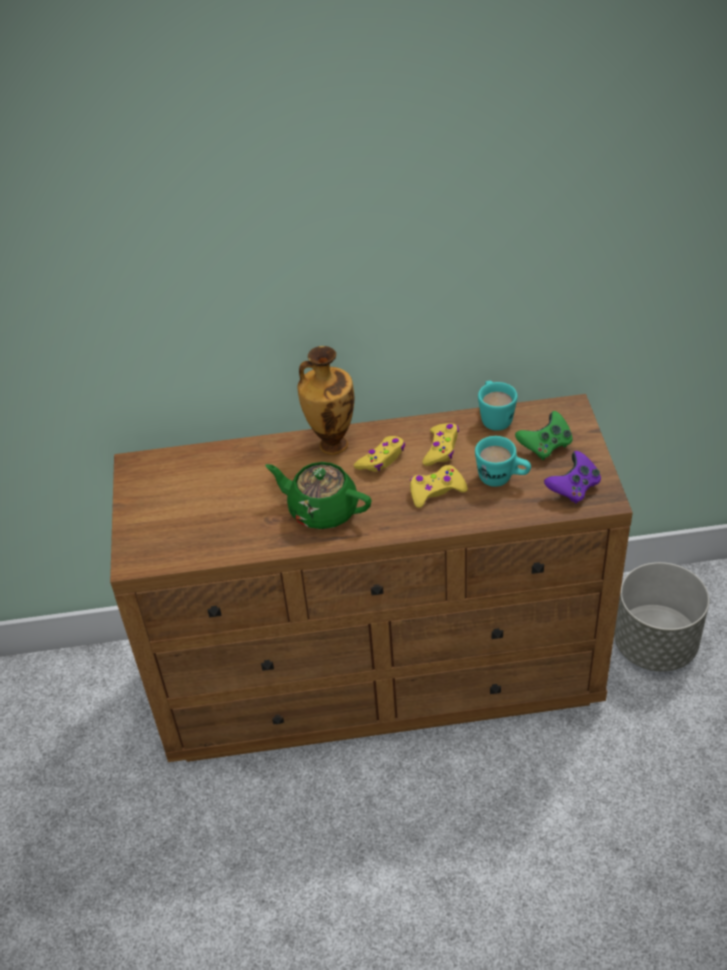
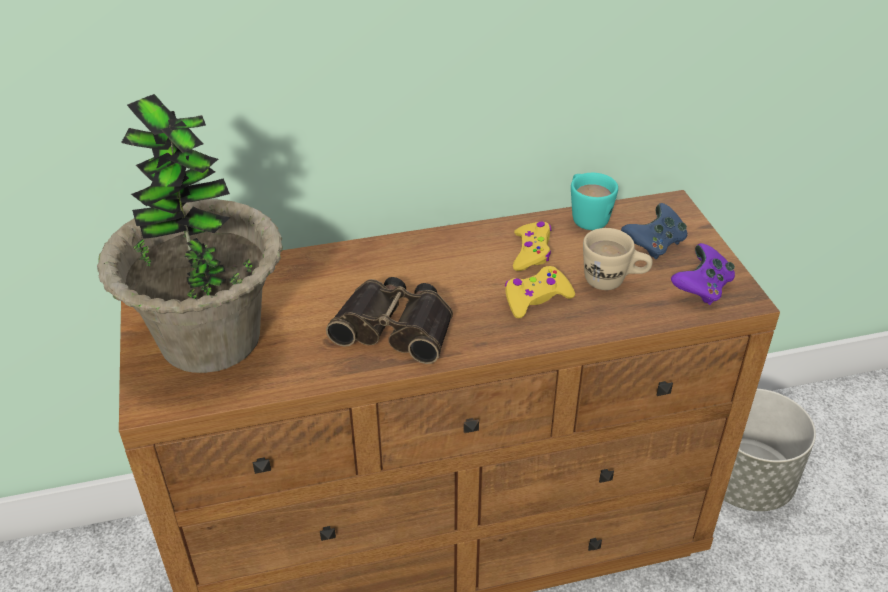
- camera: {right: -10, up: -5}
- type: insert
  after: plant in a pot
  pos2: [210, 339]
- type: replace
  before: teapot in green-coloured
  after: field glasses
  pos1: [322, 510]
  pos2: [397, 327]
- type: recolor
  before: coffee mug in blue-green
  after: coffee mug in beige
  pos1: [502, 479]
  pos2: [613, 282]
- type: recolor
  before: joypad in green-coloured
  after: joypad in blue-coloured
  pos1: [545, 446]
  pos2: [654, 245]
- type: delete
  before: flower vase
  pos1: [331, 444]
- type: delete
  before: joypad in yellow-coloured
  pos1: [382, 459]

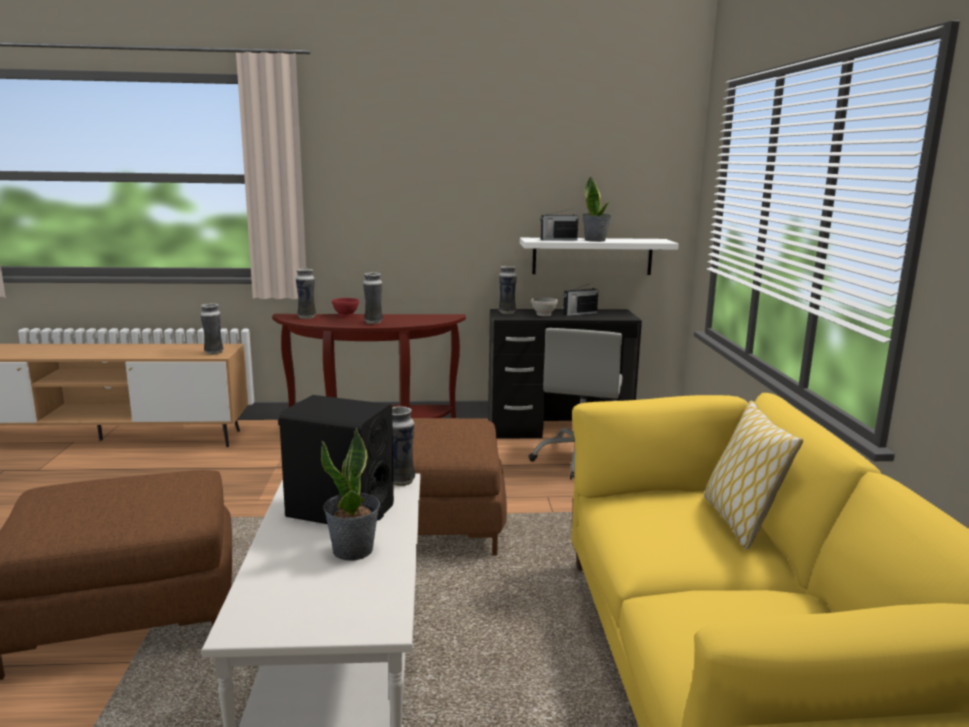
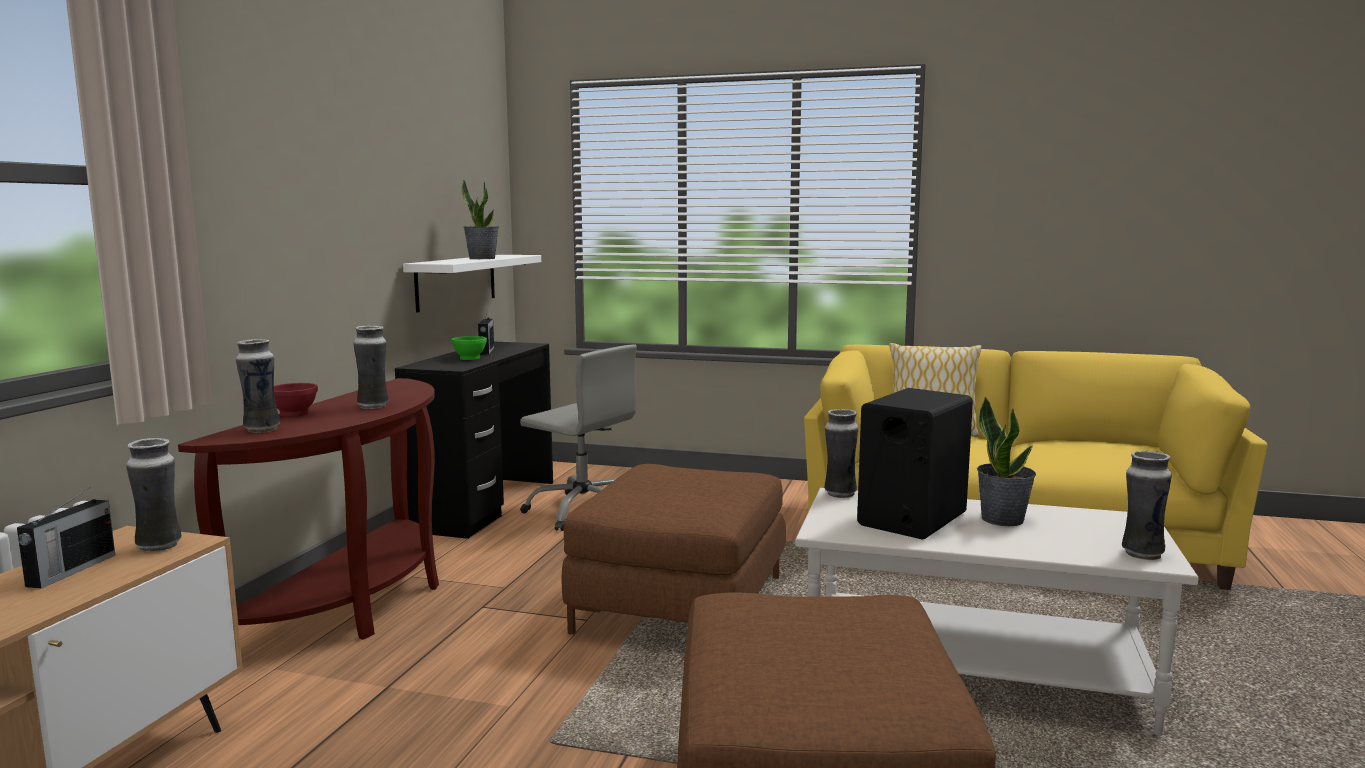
- camera: {right: -70, up: -5}
- type: move
  before: radio set
  pos1: [558, 240]
  pos2: [70, 571]
- type: recolor
  before: serving bowl in white-coloured
  after: serving bowl in green-coloured
  pos1: [544, 315]
  pos2: [470, 358]
- type: move
  before: flower vase
  pos1: [507, 312]
  pos2: [1141, 554]

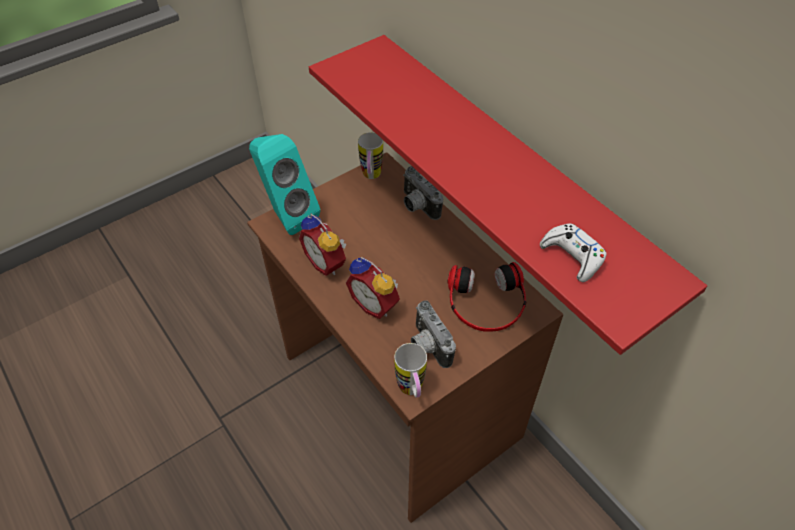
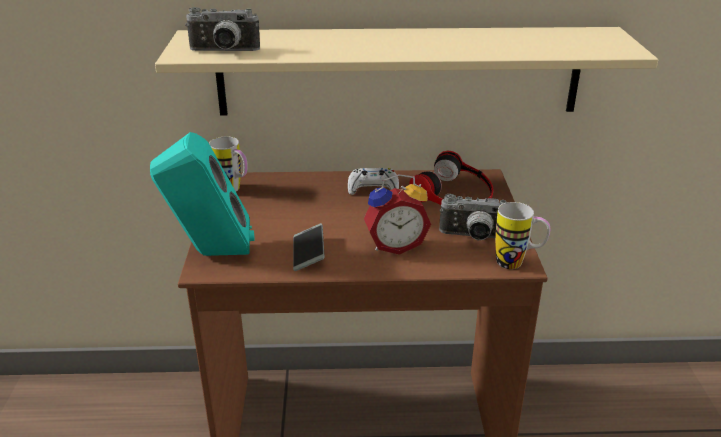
- camera: {right: -55, up: -20}
- type: recolor
  before: wall shelf in reddish
  after: wall shelf in beige
  pos1: [512, 172]
  pos2: [398, 71]
- type: move
  before: photo camera
  pos1: [417, 206]
  pos2: [224, 52]
- type: replace
  before: bedside clock
  after: phone
  pos1: [327, 262]
  pos2: [308, 253]
- type: move
  before: joypad in white-coloured
  pos1: [572, 256]
  pos2: [373, 188]

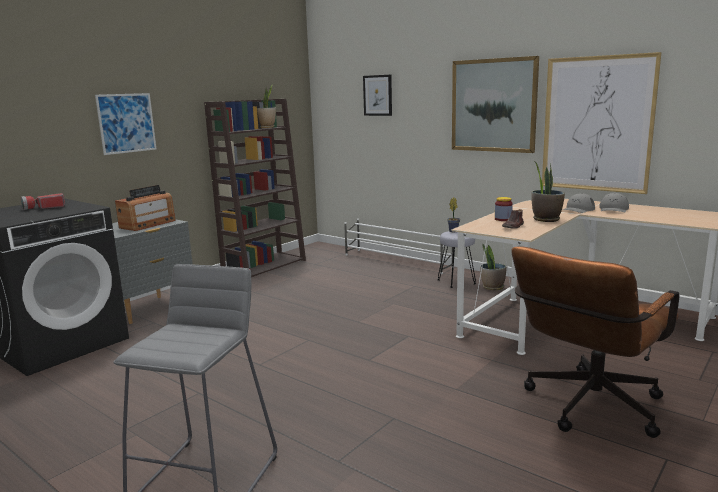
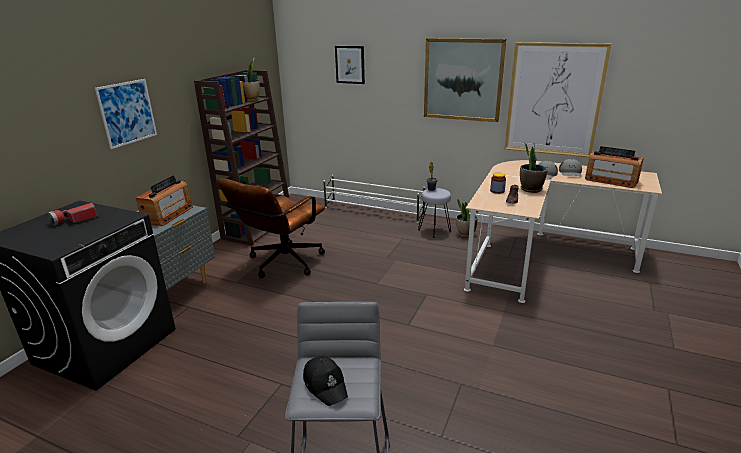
- camera: {right: -15, up: 10}
- type: move
  before: computer chair in brownish
  pos1: [587, 409]
  pos2: [281, 264]
- type: insert
  after: baseball cap in black-coloured
  pos2: [325, 384]
- type: insert
  after: radio set
  pos2: [611, 180]

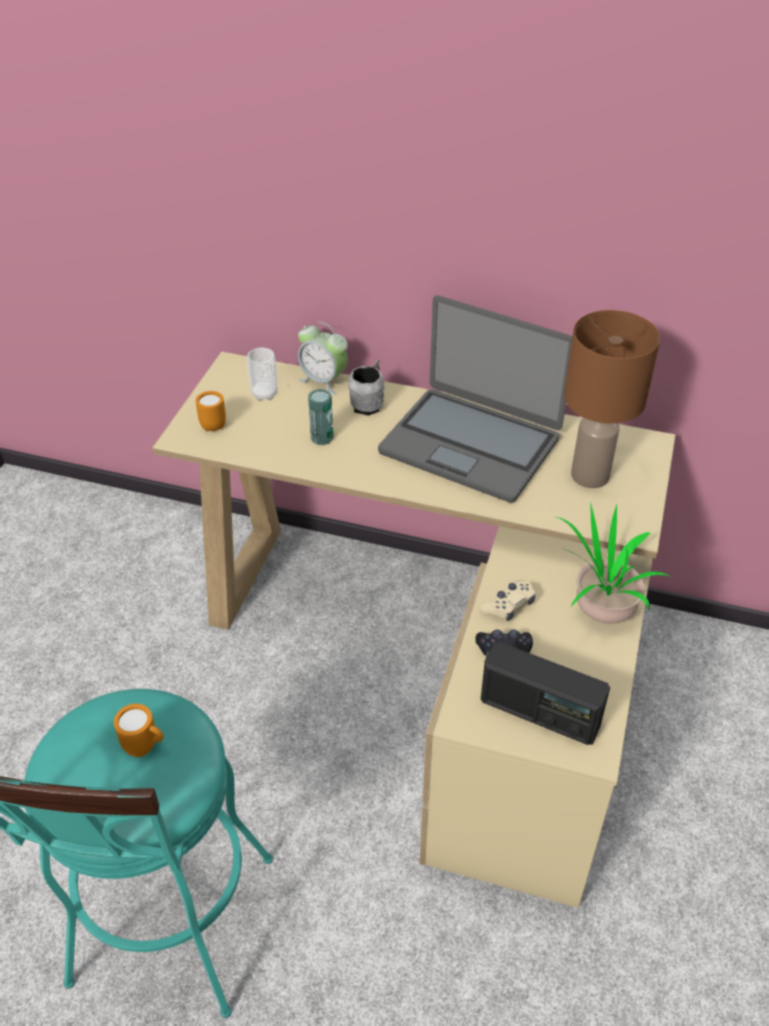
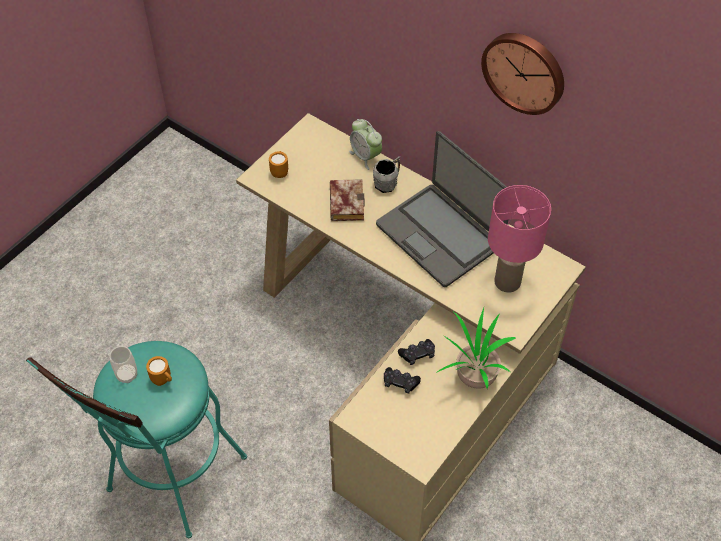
- camera: {right: 20, up: 10}
- type: move
  before: cup
  pos1: [264, 394]
  pos2: [127, 375]
- type: replace
  before: can
  after: bound book
  pos1: [322, 438]
  pos2: [345, 202]
- type: recolor
  before: joypad in beige
  after: joypad in black-coloured
  pos1: [508, 606]
  pos2: [417, 354]
- type: insert
  after: clock on the wall
  pos2: [525, 71]
- type: recolor
  before: tabletop lamp in brownish
  after: tabletop lamp in pink
  pos1: [590, 474]
  pos2: [508, 281]
- type: delete
  before: radio set
  pos1: [539, 713]

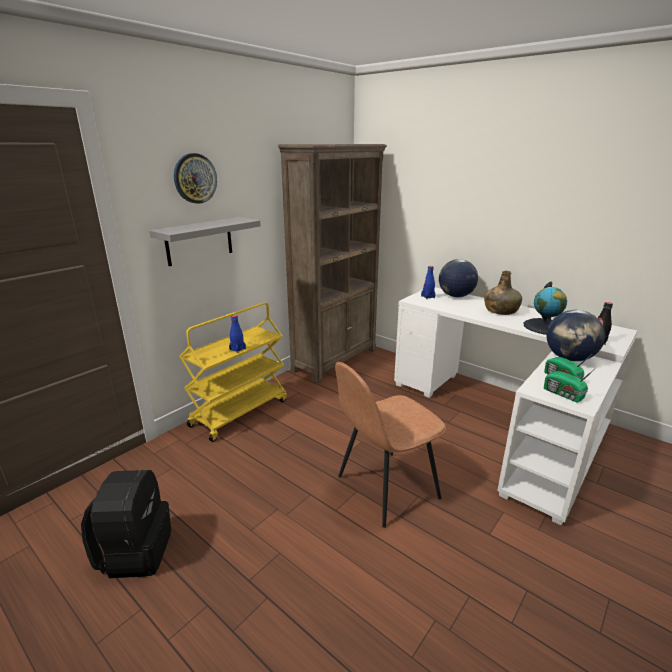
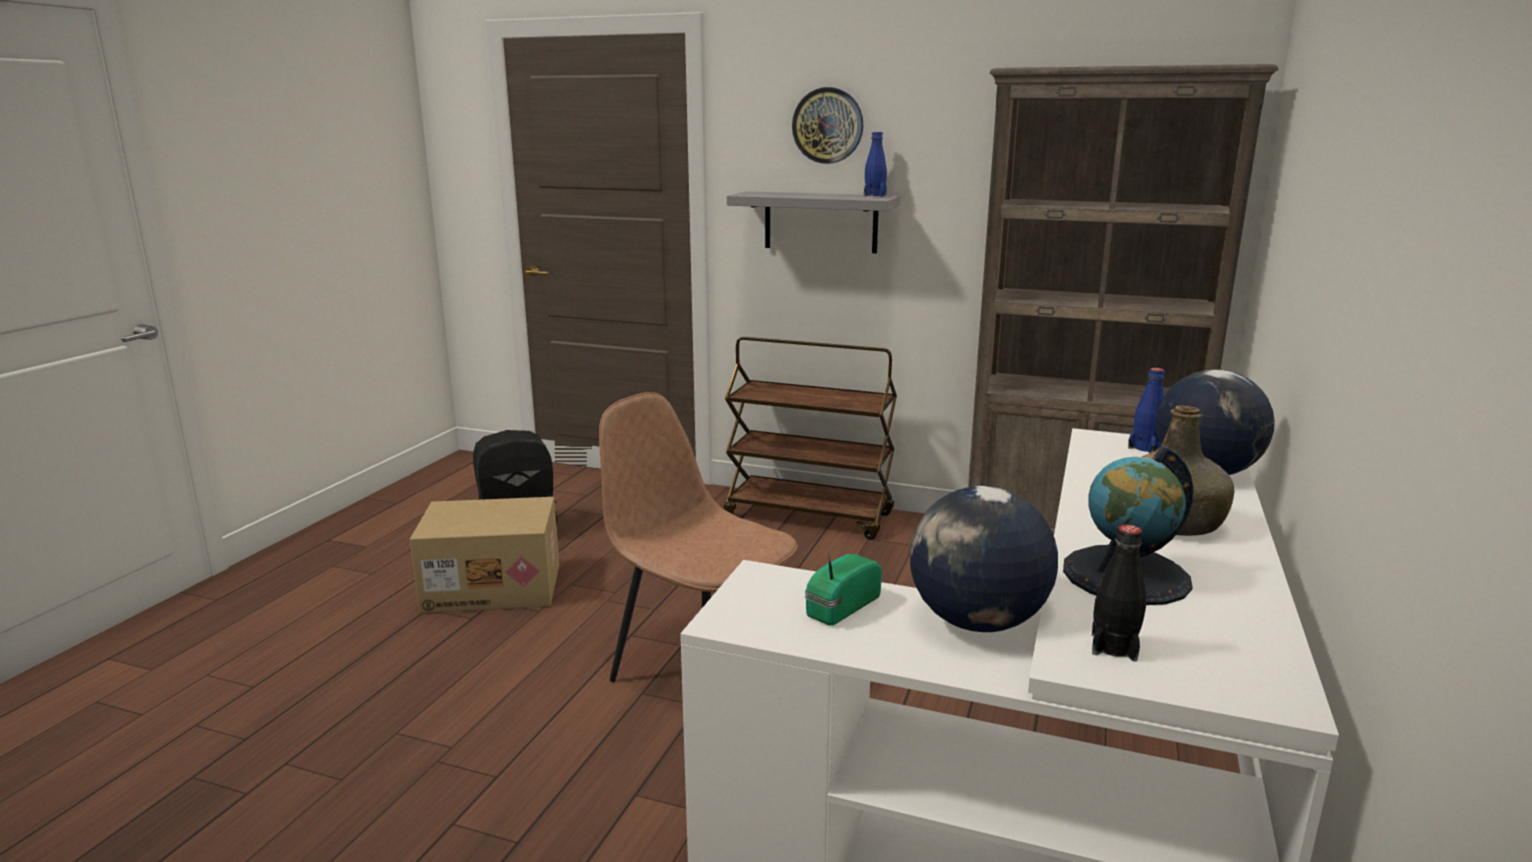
- camera: {right: 70, up: -5}
- type: insert
  after: packing box
  pos2: [494, 586]
- type: recolor
  before: cart in yellow-coloured
  after: cart in brownish
  pos1: [239, 412]
  pos2: [809, 516]
- type: move
  before: beverage bottle in blue-coloured
  pos1: [237, 349]
  pos2: [875, 195]
- type: delete
  before: radio set
  pos1: [564, 394]

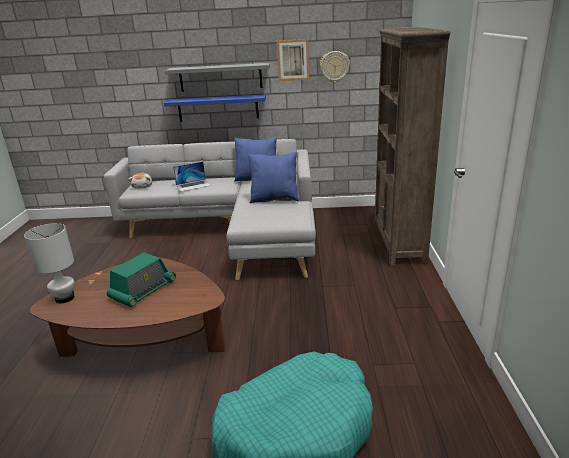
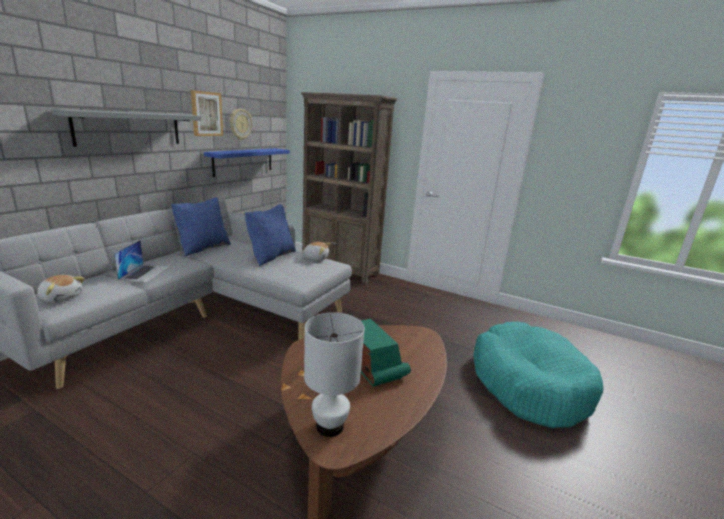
- camera: {right: -65, up: -5}
- type: move
  before: wall shelf in blue-coloured
  pos1: [218, 108]
  pos2: [243, 161]
- type: insert
  after: soft toy
  pos2: [316, 258]

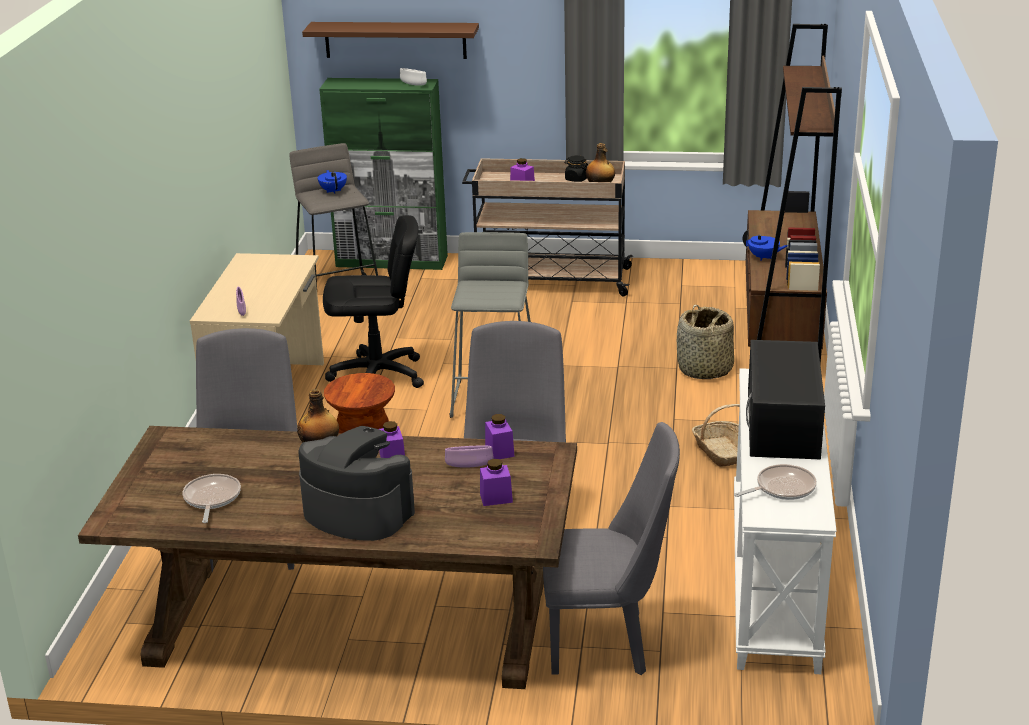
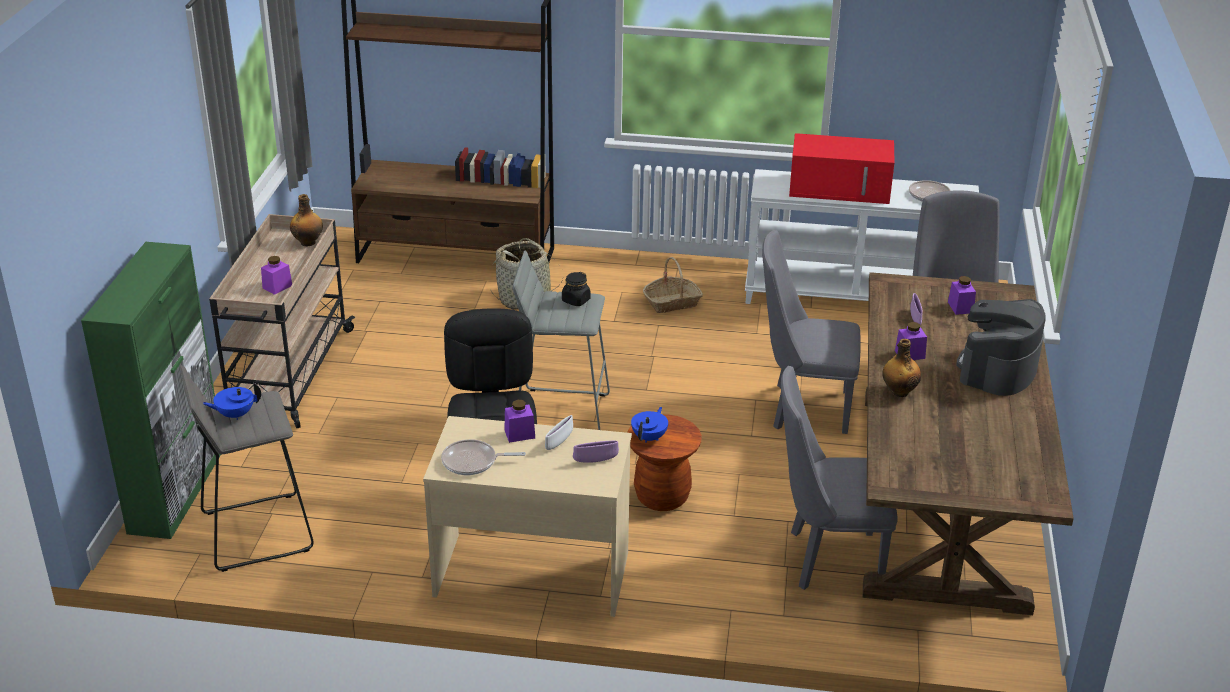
- camera: {right: -90, up: 5}
- type: move
  before: pan
  pos1: [211, 499]
  pos2: [473, 462]
- type: move
  before: preserve jar in purple
  pos1: [499, 451]
  pos2: [519, 434]
- type: move
  before: serving bowl in white-coloured
  pos1: [413, 84]
  pos2: [559, 442]
- type: move
  before: preserve jar in black-coloured
  pos1: [576, 179]
  pos2: [576, 300]
- type: move
  before: teapot in blue-coloured
  pos1: [763, 257]
  pos2: [649, 437]
- type: recolor
  before: kitchen microwave in black-coloured
  after: kitchen microwave in reddish
  pos1: [783, 424]
  pos2: [841, 188]
- type: delete
  before: wall shelf in brownish
  pos1: [395, 40]

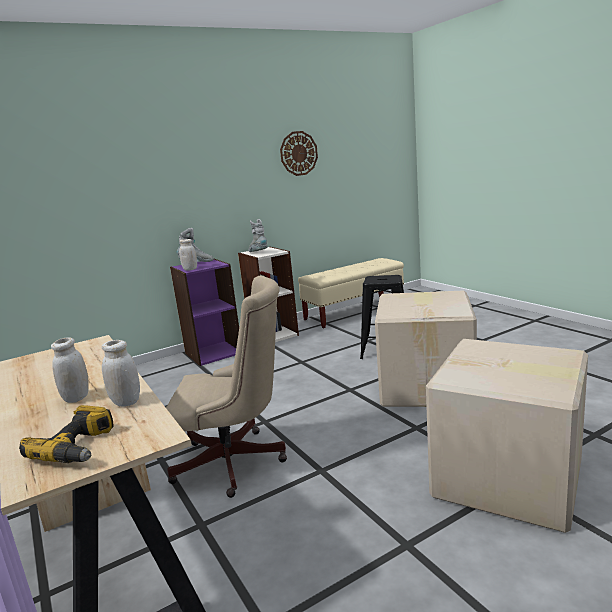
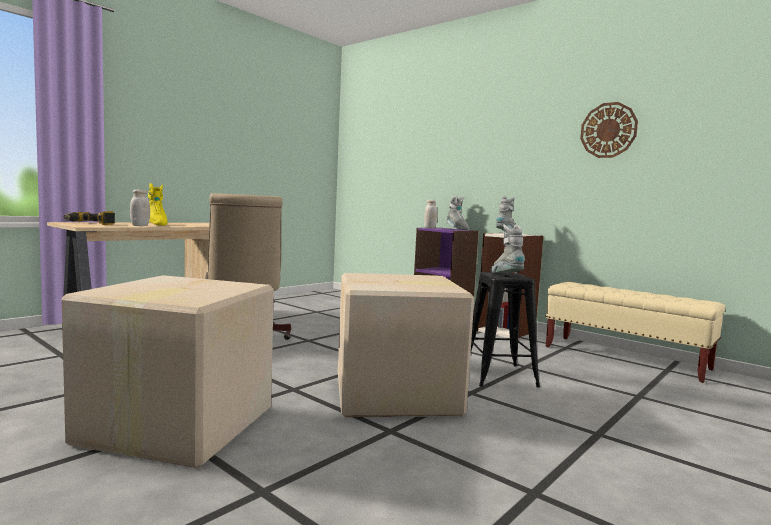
- camera: {right: 70, up: -10}
- type: replace
  before: preserve jar in white-coloured
  after: tall boot in yellow-coloured
  pos1: [76, 398]
  pos2: [156, 224]
- type: insert
  after: tall boot in grey
  pos2: [506, 276]

